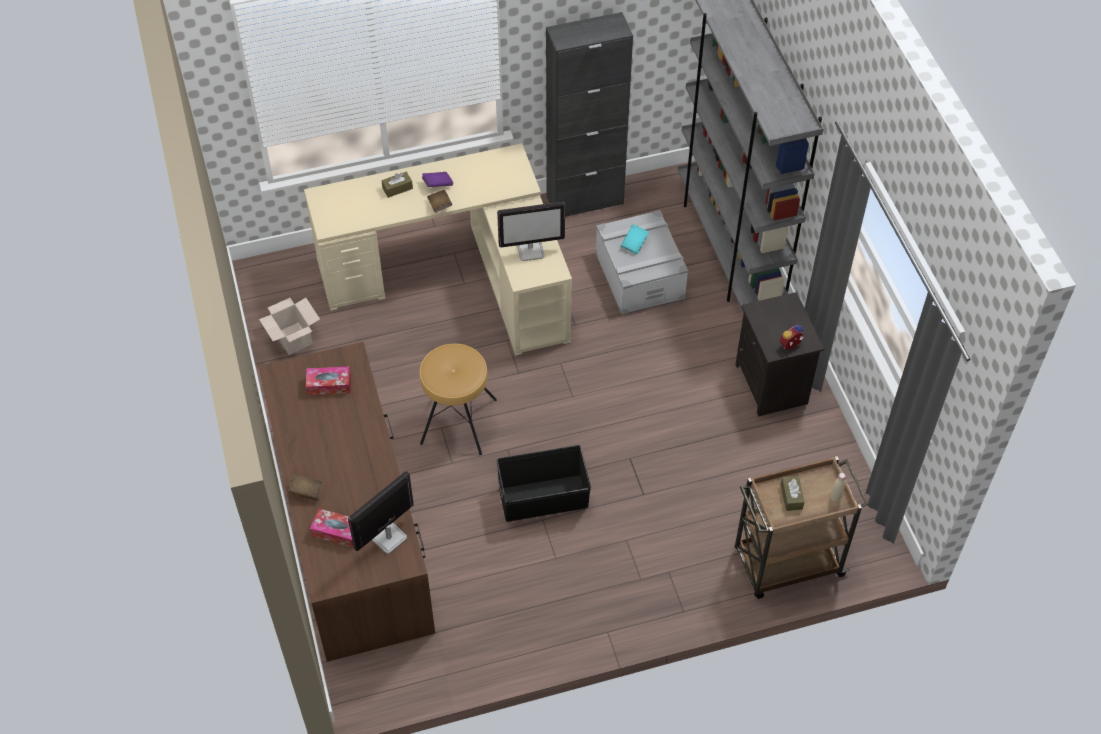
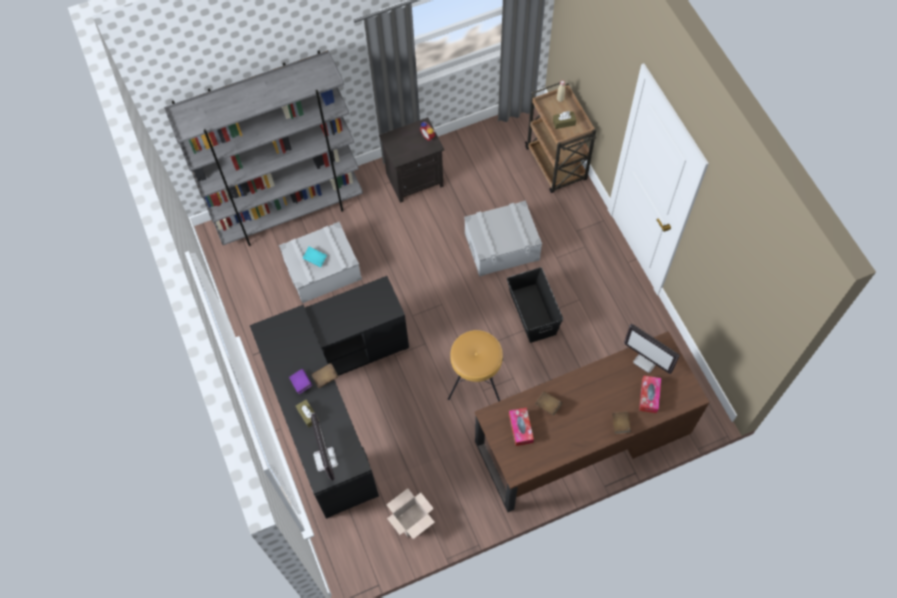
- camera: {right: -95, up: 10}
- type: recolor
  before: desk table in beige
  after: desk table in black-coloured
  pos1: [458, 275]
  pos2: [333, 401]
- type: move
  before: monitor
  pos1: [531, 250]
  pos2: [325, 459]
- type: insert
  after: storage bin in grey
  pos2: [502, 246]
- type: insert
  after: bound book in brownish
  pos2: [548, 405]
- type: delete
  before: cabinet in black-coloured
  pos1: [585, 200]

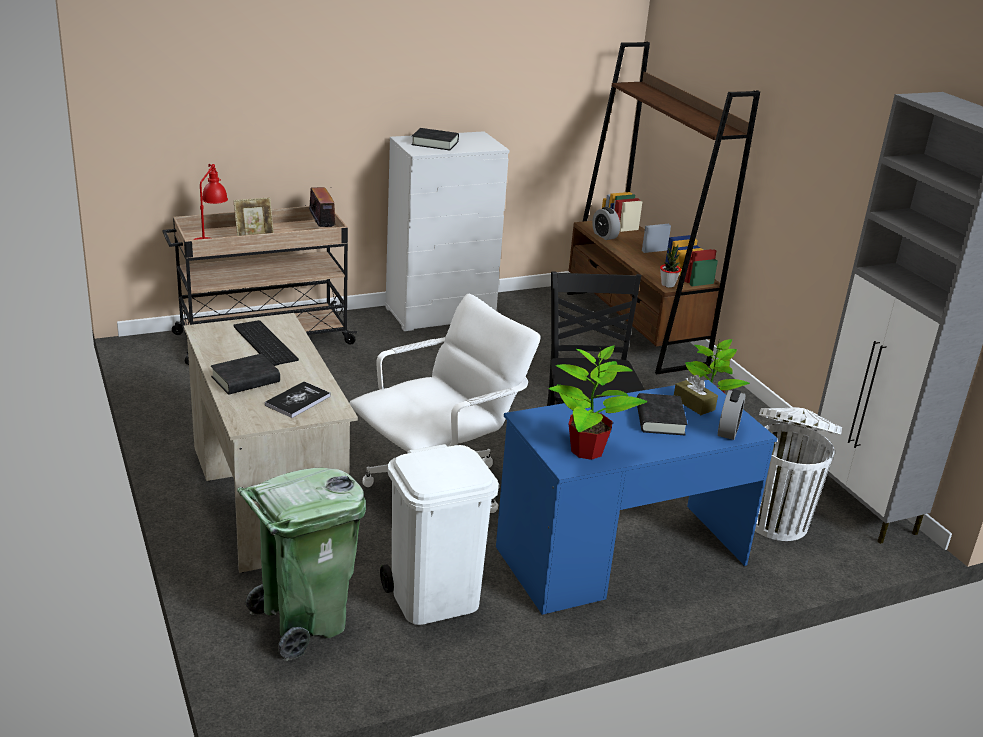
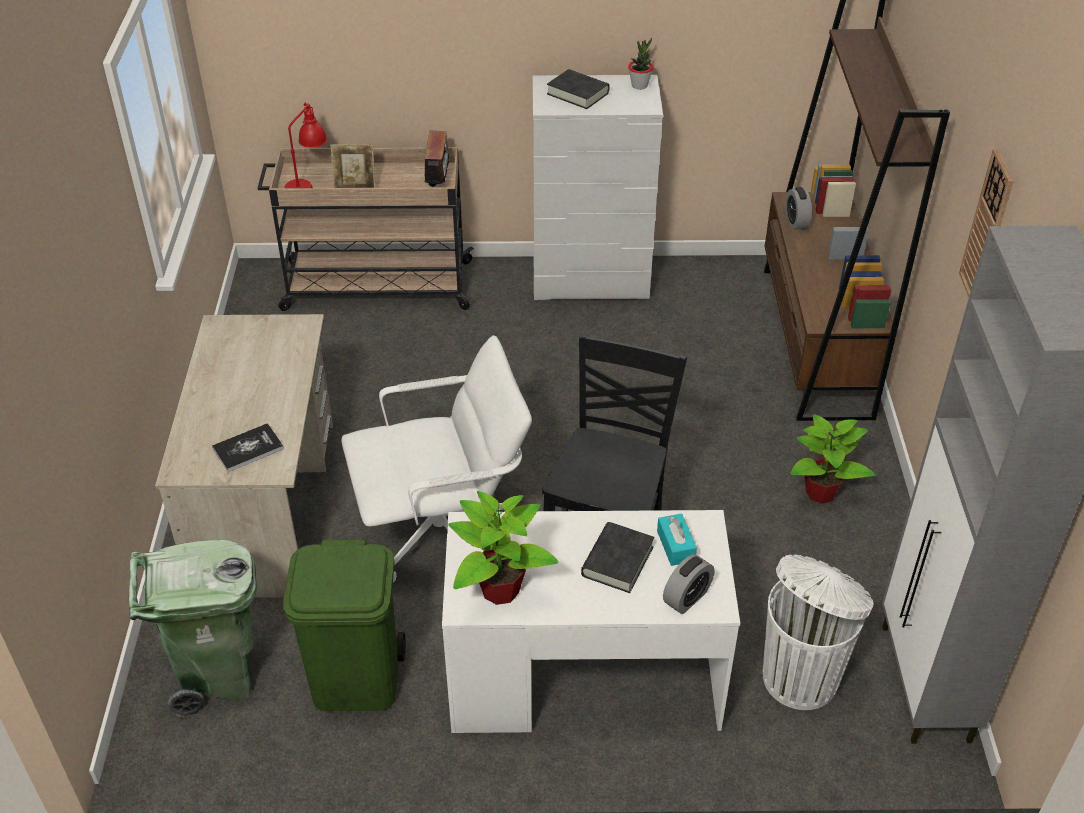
- camera: {right: 25, up: 15}
- type: recolor
  before: rubbish bin in white-coloured
  after: rubbish bin in green-coloured
  pos1: [435, 598]
  pos2: [357, 681]
- type: recolor
  before: desk table in blue-coloured
  after: desk table in white-coloured
  pos1: [620, 556]
  pos2: [583, 679]
- type: move
  before: plant in a pot
  pos1: [668, 285]
  pos2: [639, 85]
- type: recolor
  before: box of tissues in brownish
  after: box of tissues in blue-green
  pos1: [693, 404]
  pos2: [675, 546]
- type: insert
  after: clock on the wall
  pos2: [987, 229]
- type: delete
  before: bound book in black-coloured
  pos1: [245, 380]
- type: delete
  before: PC keyboard
  pos1: [263, 343]

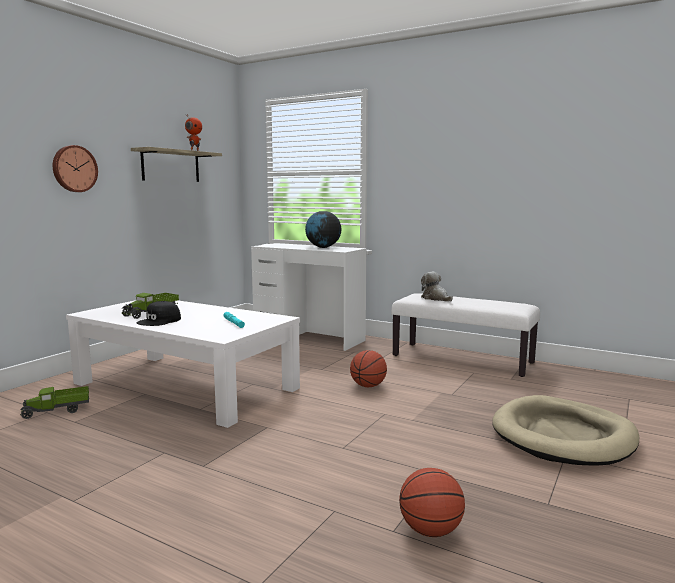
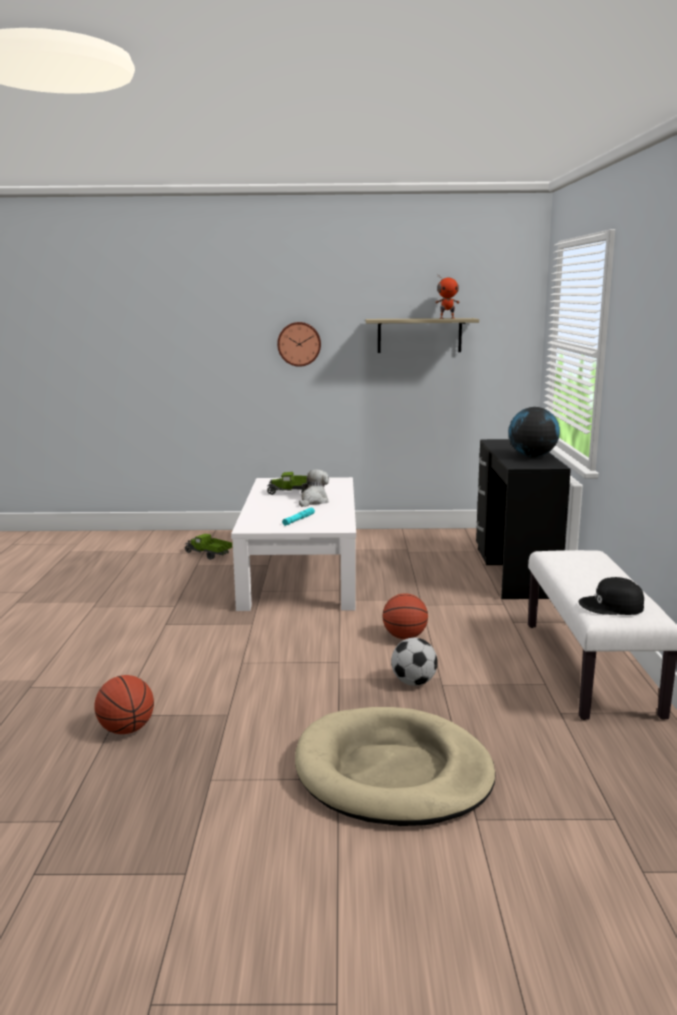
- camera: {right: 60, up: 5}
- type: move
  before: soft toy
  pos1: [435, 298]
  pos2: [313, 501]
- type: insert
  after: football ball
  pos2: [413, 682]
- type: recolor
  before: desk table in white-coloured
  after: desk table in black-coloured
  pos1: [309, 337]
  pos2: [515, 572]
- type: move
  before: baseball cap in black-coloured
  pos1: [159, 321]
  pos2: [611, 606]

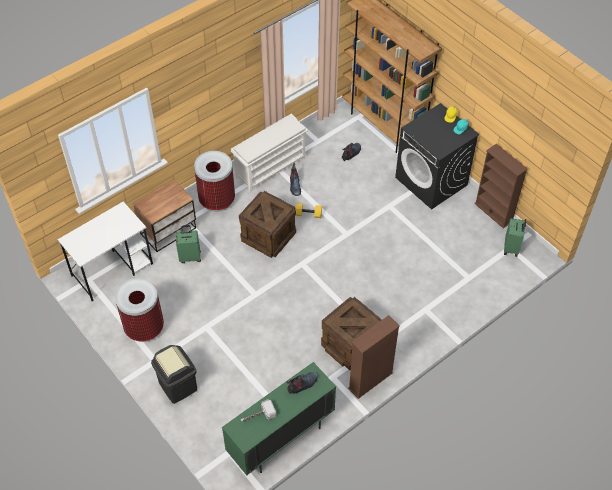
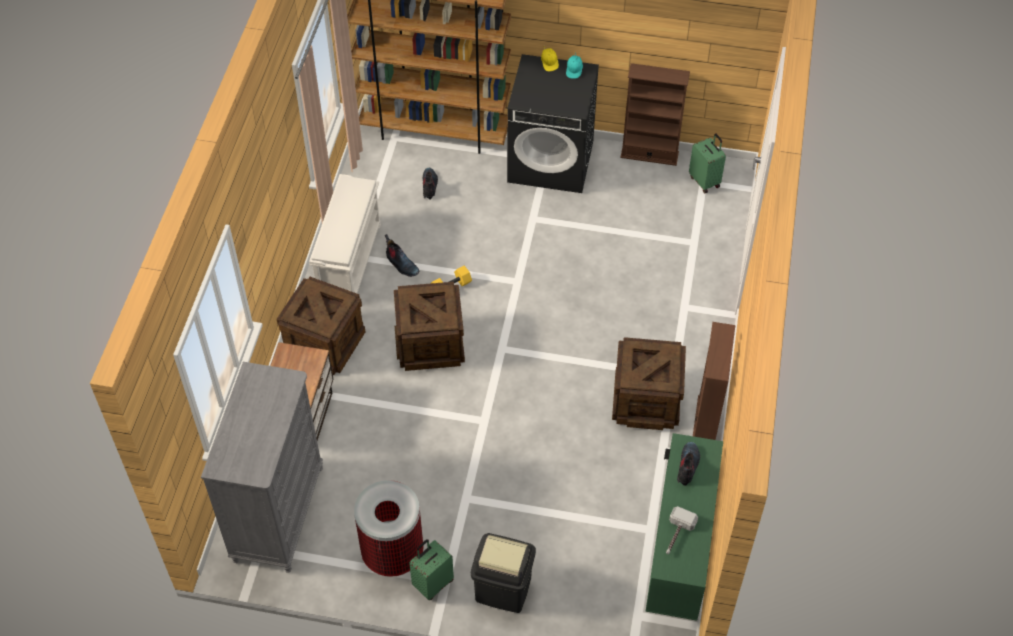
- camera: {right: -40, up: 0}
- type: replace
  before: desk table in white-coloured
  after: dresser in grey
  pos1: [113, 269]
  pos2: [278, 514]
- type: replace
  before: rubbish bin
  after: packing crate
  pos1: [217, 200]
  pos2: [324, 342]
- type: move
  before: travel case in green-coloured
  pos1: [190, 257]
  pos2: [432, 583]

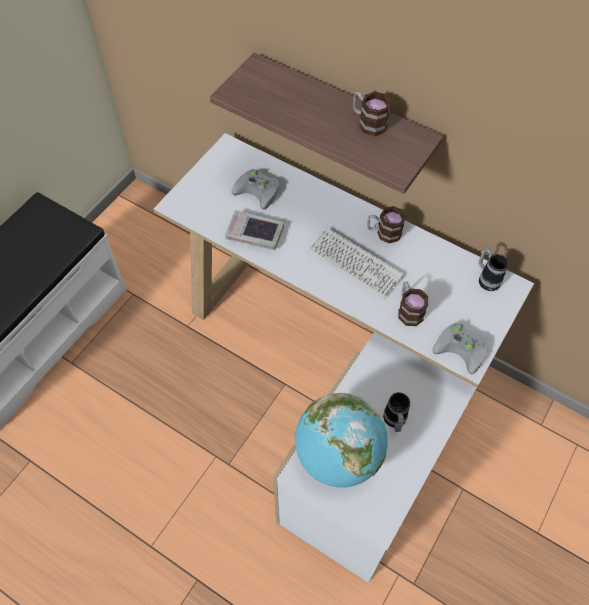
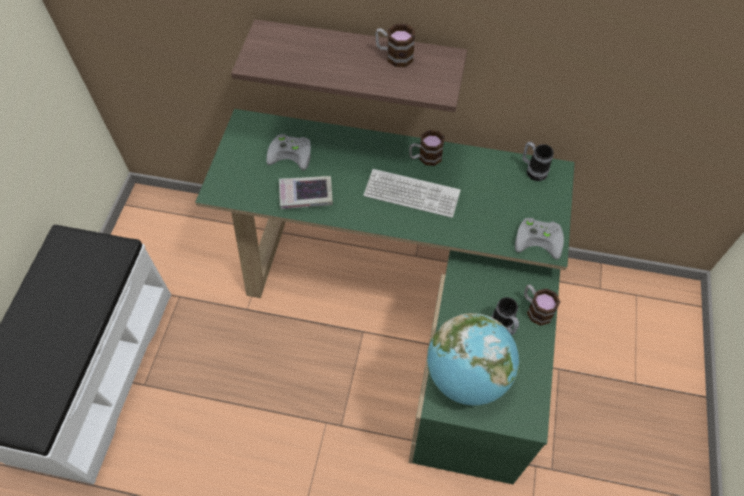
- camera: {right: -20, up: 0}
- type: recolor
  before: desk table in white-coloured
  after: desk table in green-coloured
  pos1: [337, 378]
  pos2: [408, 310]
- type: move
  before: coffee mug
  pos1: [408, 310]
  pos2: [535, 309]

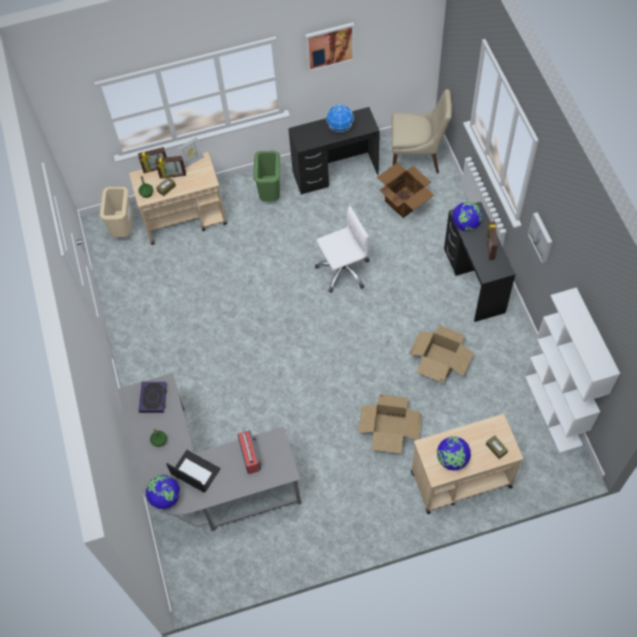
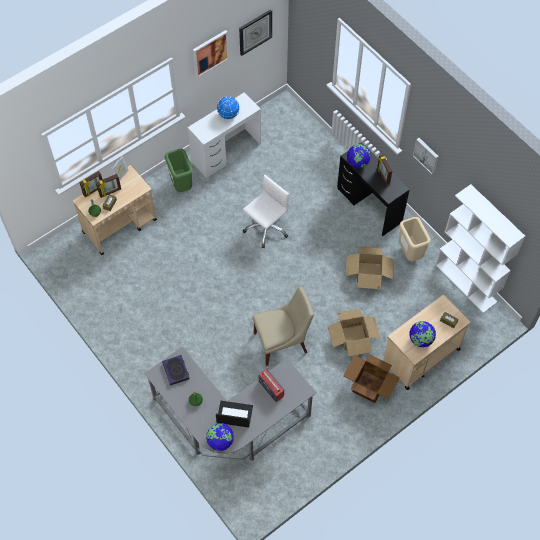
- camera: {right: -25, up: 0}
- type: recolor
  before: desk table in black-coloured
  after: desk table in white-coloured
  pos1: [335, 173]
  pos2: [226, 152]
- type: insert
  after: clock on the wall
  pos2: [255, 32]
- type: move
  before: upright chair in beige
  pos1: [417, 156]
  pos2: [282, 342]
- type: move
  before: packing box
  pos1: [404, 201]
  pos2: [368, 386]
- type: move
  before: rubbish bin in beige
  pos1: [123, 229]
  pos2: [409, 253]

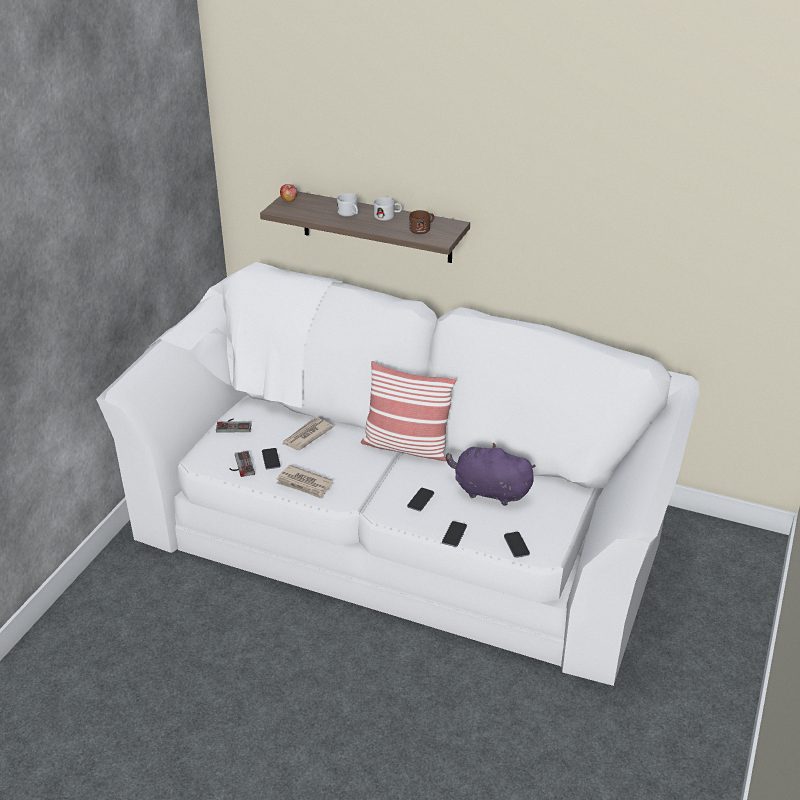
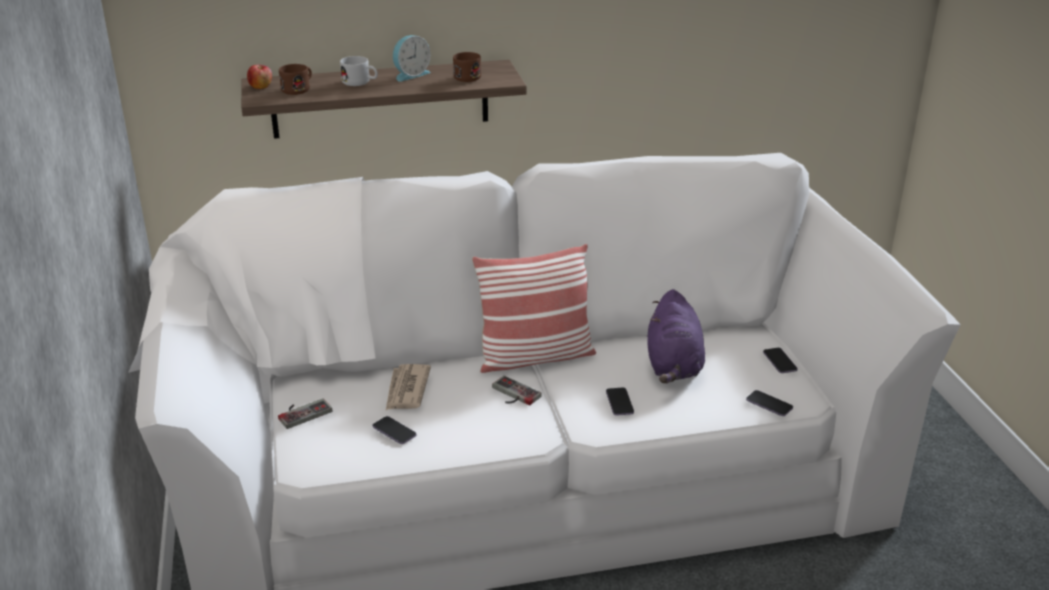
- camera: {right: -35, up: -5}
- type: insert
  after: coffee mug in brownish
  pos2: [299, 89]
- type: replace
  before: coffee mug in white-coloured
  after: bedside clock
  pos1: [388, 216]
  pos2: [410, 74]
- type: move
  before: joypad
  pos1: [240, 465]
  pos2: [512, 395]
- type: rotate
  before: soft toy in purple
  pos1: [488, 491]
  pos2: [673, 366]
  turn: -75
- type: move
  before: phone
  pos1: [454, 535]
  pos2: [779, 362]
- type: delete
  before: newspaper
  pos1: [304, 484]

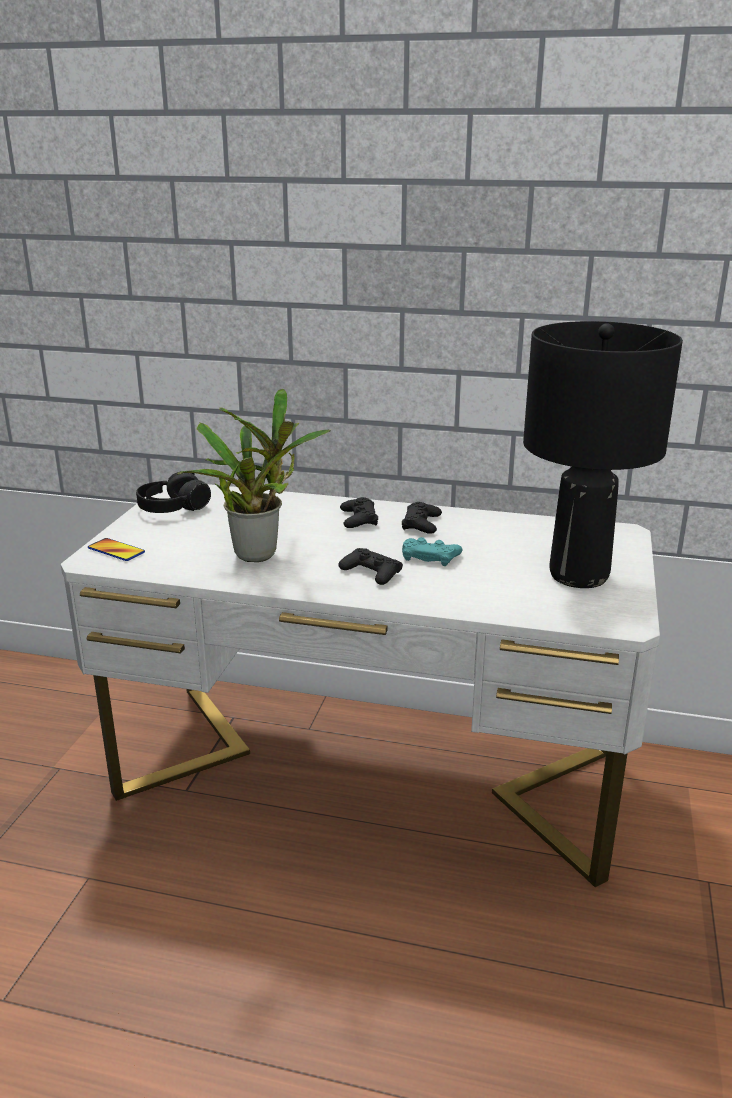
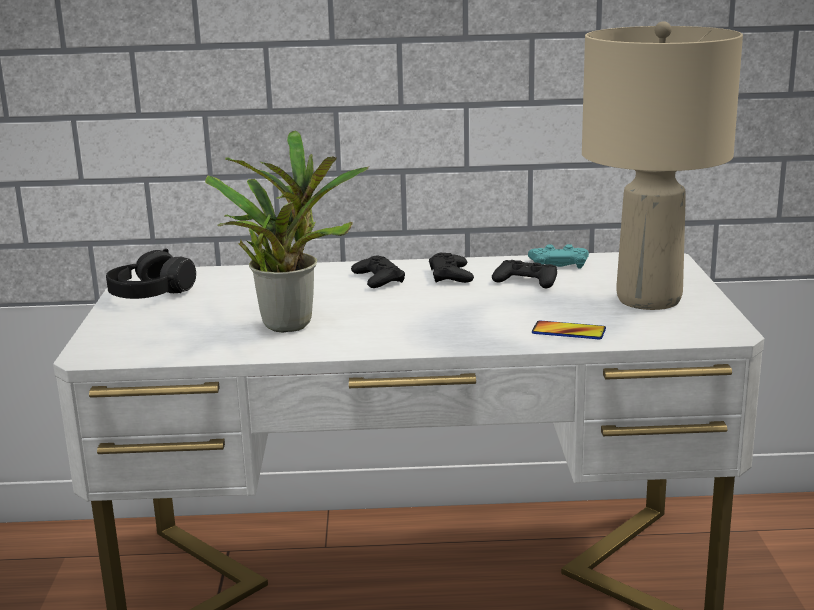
- camera: {right: -15, up: -5}
- type: move
  before: joypad in black-coloured
  pos1: [371, 572]
  pos2: [526, 281]
- type: move
  before: joypad in blue-green
  pos1: [430, 556]
  pos2: [558, 263]
- type: move
  before: phone
  pos1: [116, 551]
  pos2: [568, 332]
- type: recolor
  before: tabletop lamp in black-coloured
  after: tabletop lamp in beige
  pos1: [580, 576]
  pos2: [650, 299]

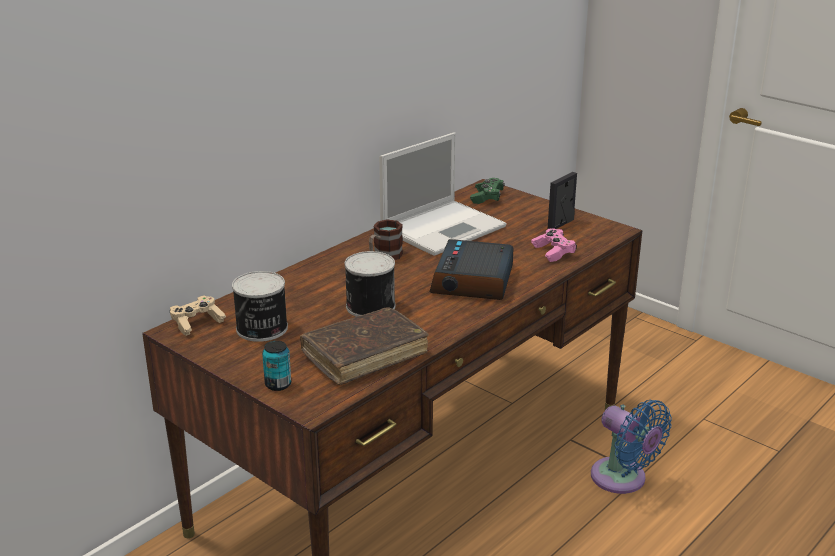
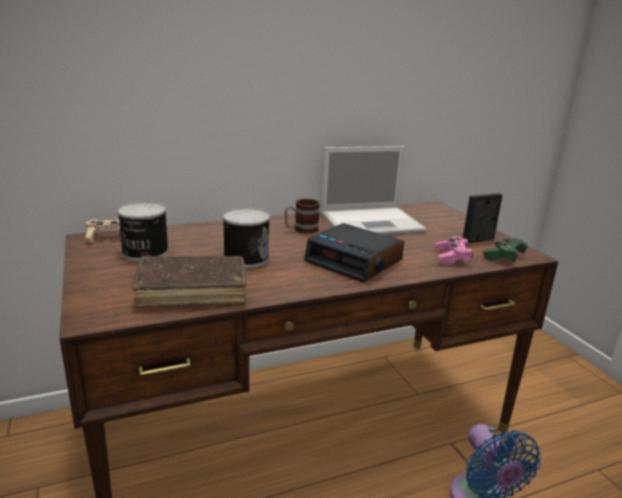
- camera: {right: 25, up: -5}
- type: rotate
  before: bedside clock
  pos1: [473, 281]
  pos2: [355, 261]
  turn: -90
- type: move
  before: joypad in green-coloured
  pos1: [487, 197]
  pos2: [504, 257]
- type: delete
  before: can
  pos1: [278, 384]

